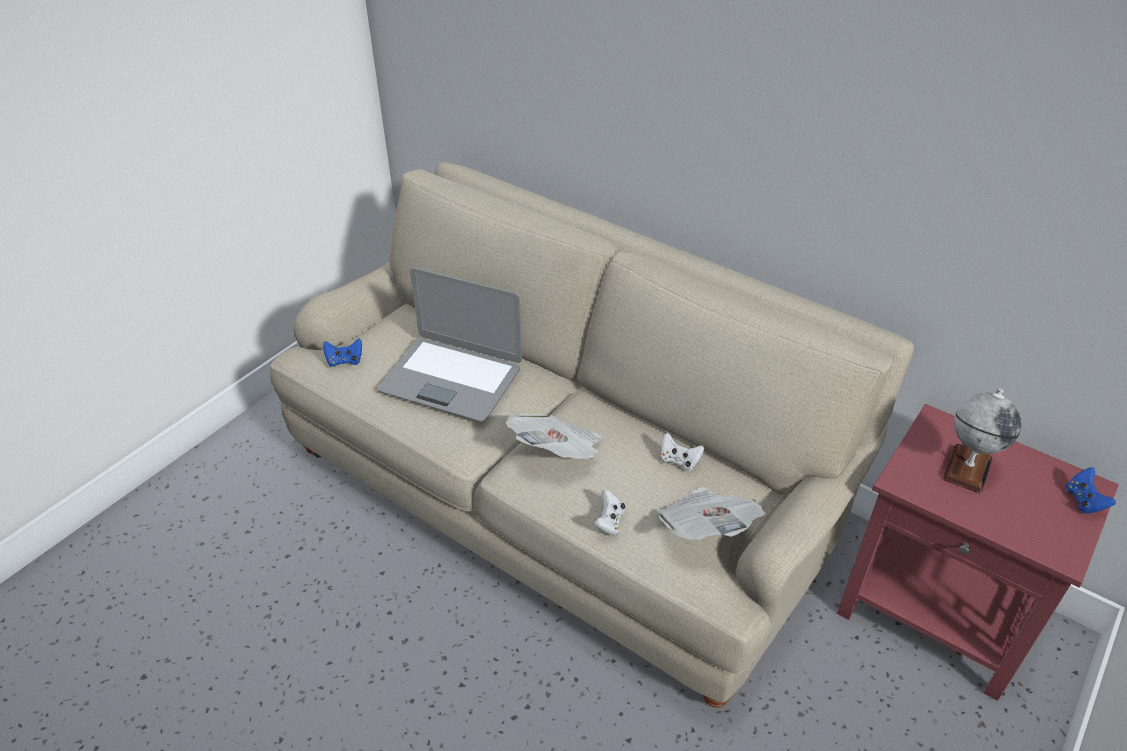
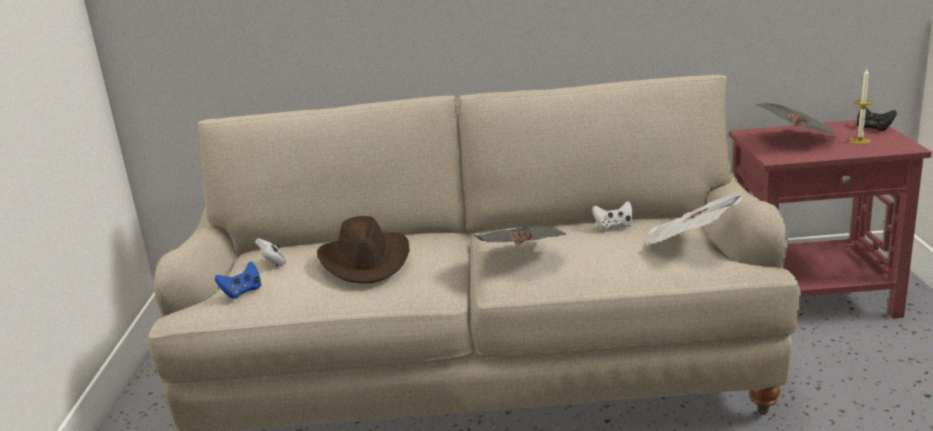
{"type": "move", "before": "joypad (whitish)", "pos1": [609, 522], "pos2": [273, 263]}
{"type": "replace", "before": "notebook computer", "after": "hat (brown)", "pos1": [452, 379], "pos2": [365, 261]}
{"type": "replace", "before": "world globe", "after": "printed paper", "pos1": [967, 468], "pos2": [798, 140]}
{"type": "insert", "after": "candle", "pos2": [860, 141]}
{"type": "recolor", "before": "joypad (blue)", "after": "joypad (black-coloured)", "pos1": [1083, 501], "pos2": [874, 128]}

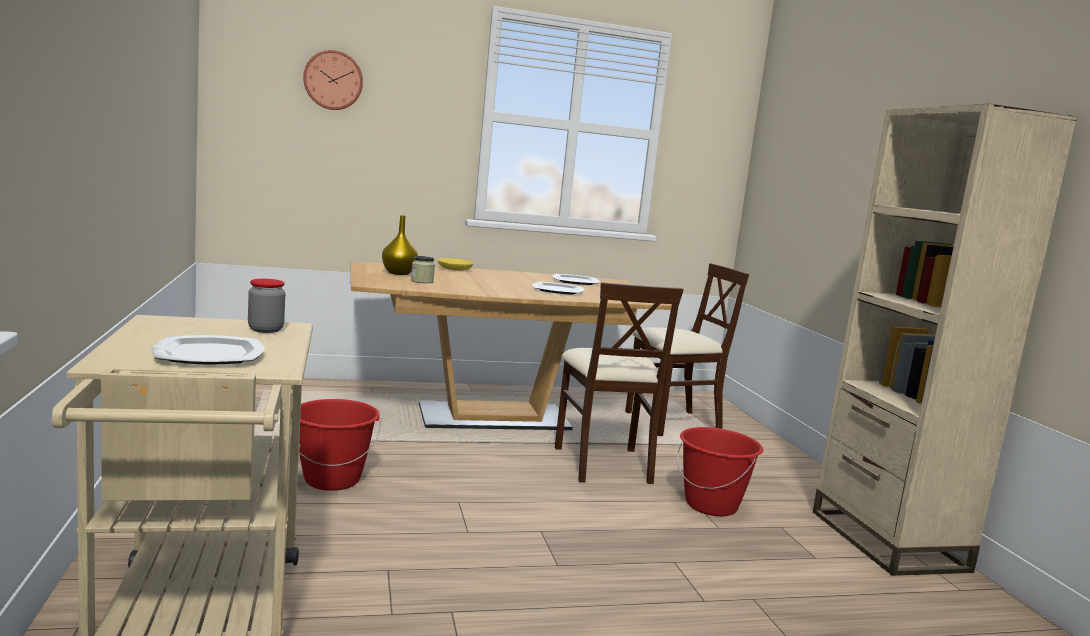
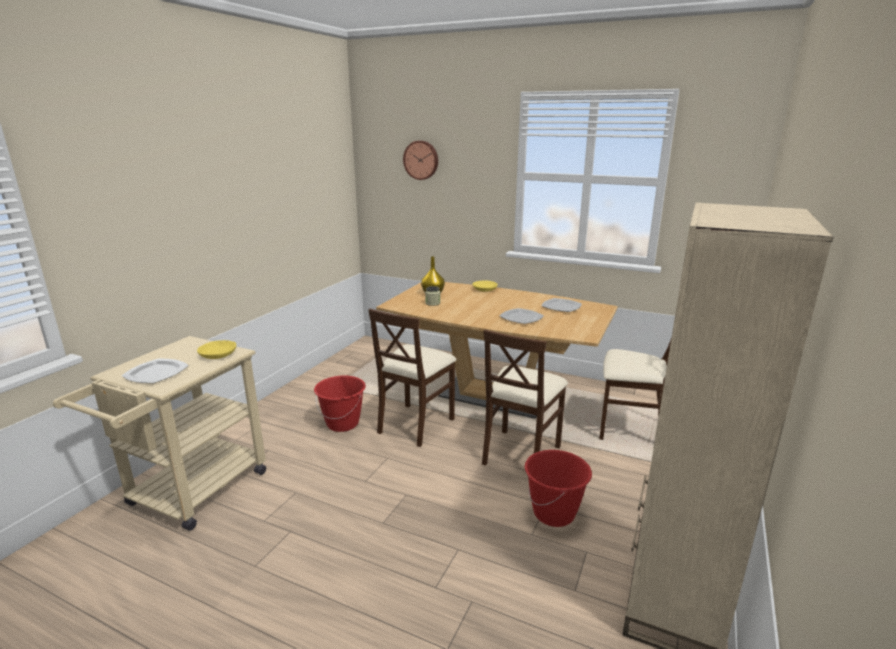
{"type": "replace", "before": "preserve jar", "after": "bowl (yellow-coloured)", "pos1": [265, 330], "pos2": [218, 354]}
{"type": "insert", "after": "chair (beige-coloured)", "pos2": [415, 424]}

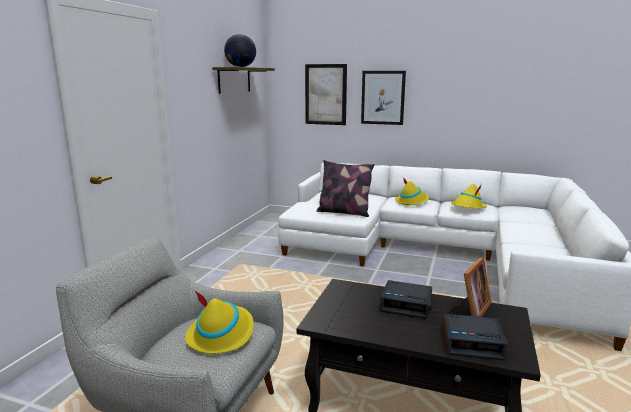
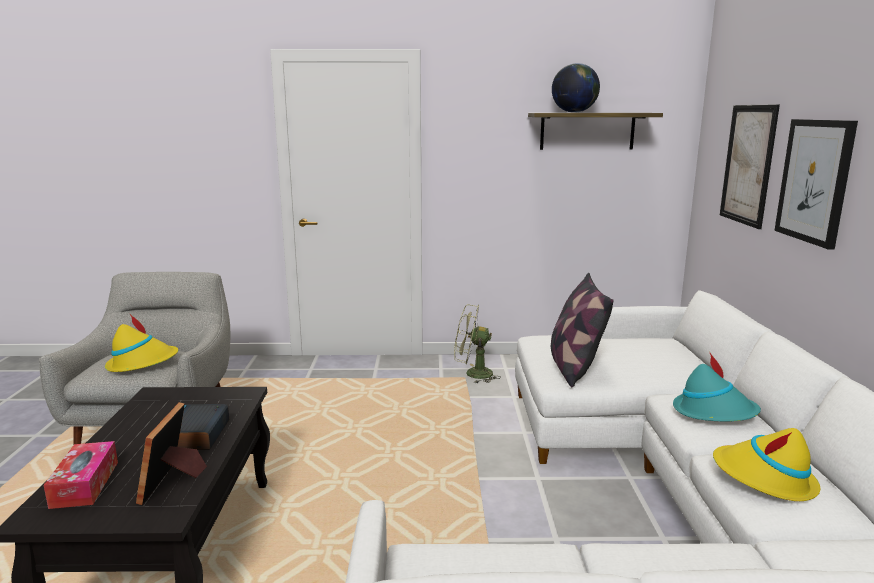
{"type": "replace", "before": "bedside clock", "after": "tissue holder", "pos1": [472, 342], "pos2": [85, 484]}
{"type": "rotate", "before": "photo frame", "pos1": [470, 310], "pos2": [173, 481], "turn": 75}
{"type": "insert", "after": "electric fan (greenish)", "pos2": [472, 374]}
{"type": "recolor", "before": "hat (yellow-coloured)", "after": "hat (turquoise-coloured)", "pos1": [412, 201], "pos2": [714, 412]}

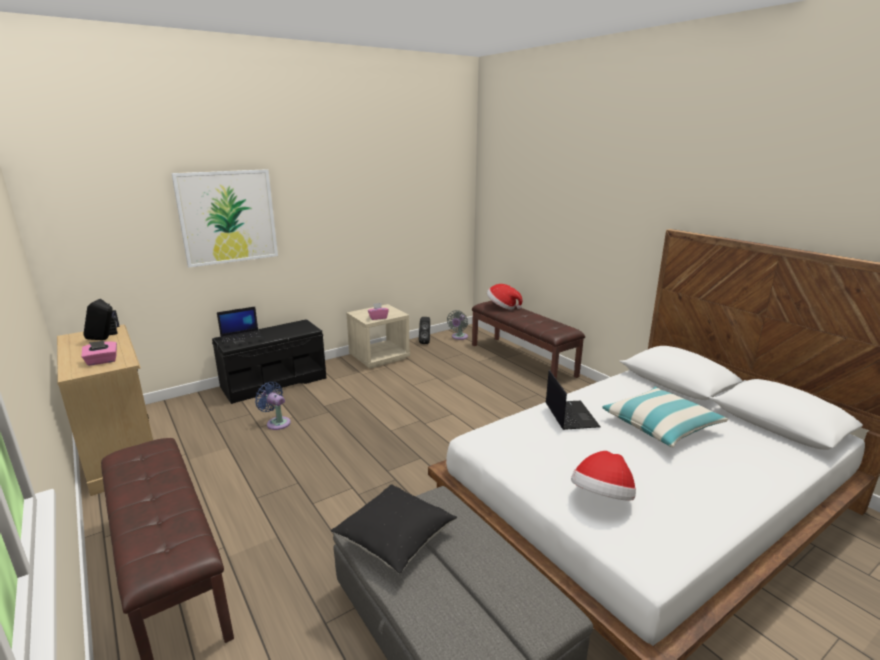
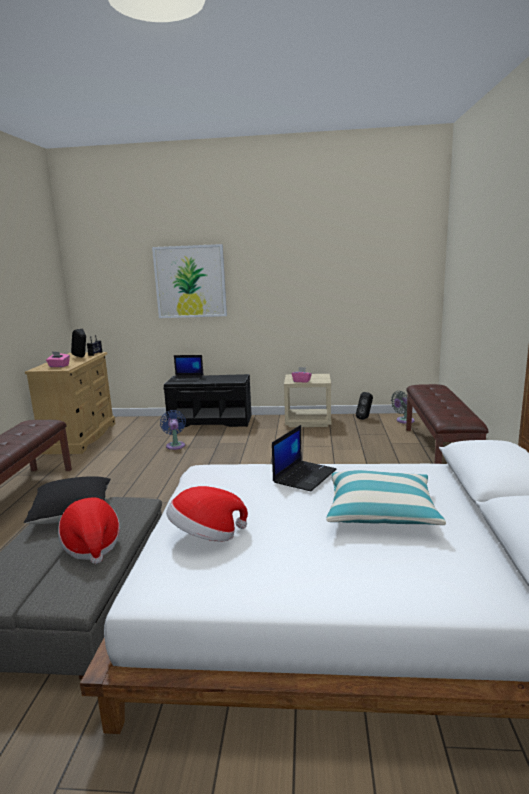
{"type": "move", "before": "hat", "pos1": [502, 307], "pos2": [92, 546]}

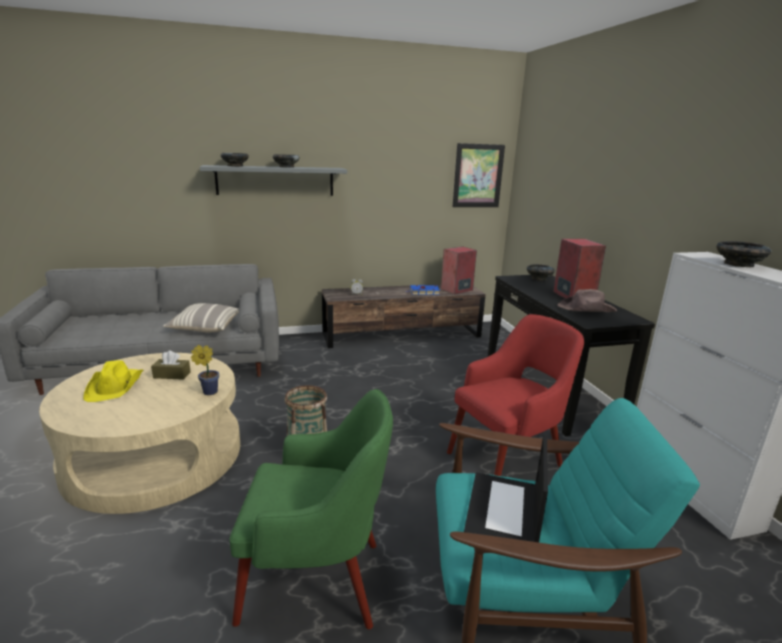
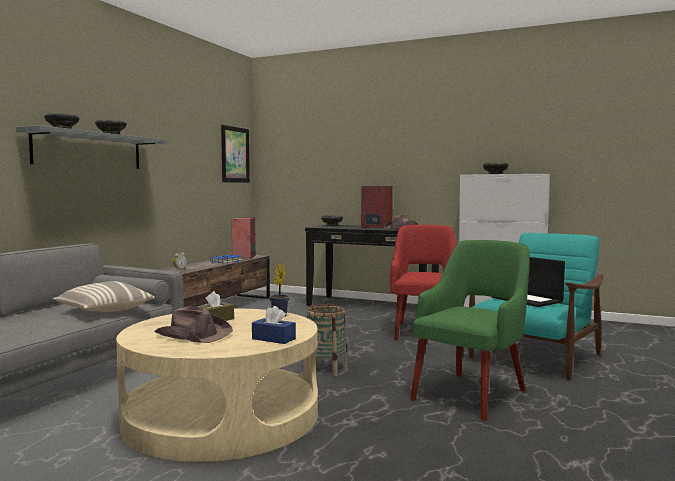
{"type": "recolor", "before": "hat (yellow-coloured)", "after": "hat (brown)", "pos1": [115, 386], "pos2": [193, 335]}
{"type": "insert", "after": "tissue holder (blue)", "pos2": [273, 339]}

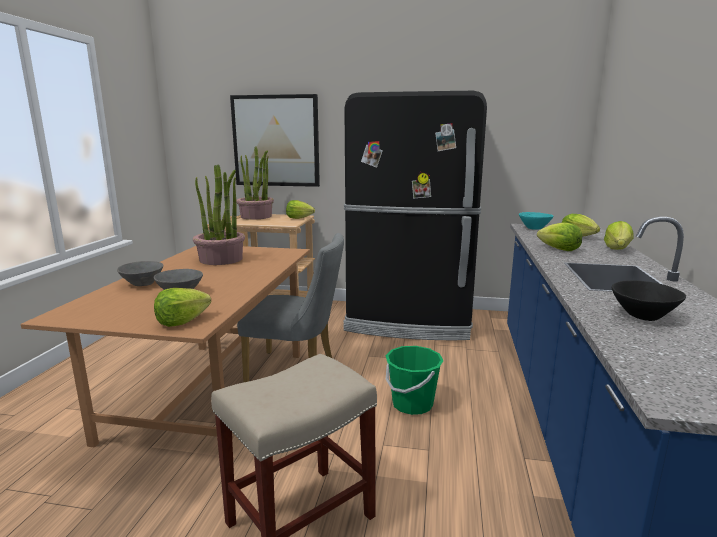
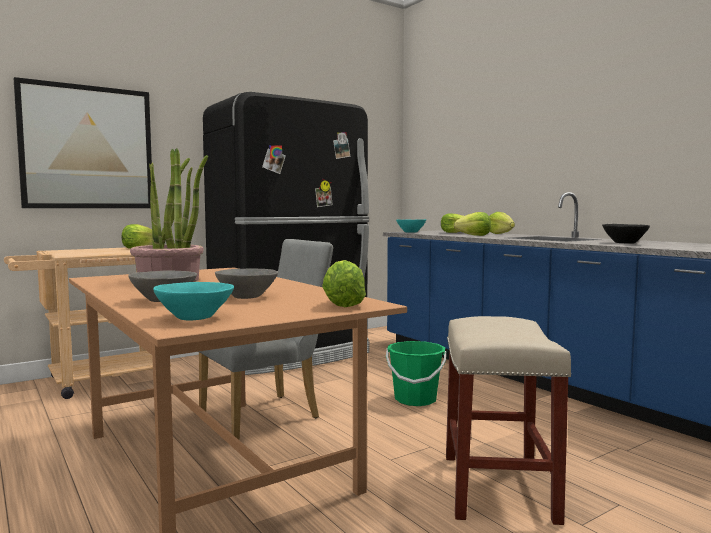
{"type": "insert", "after": "bowl (turquoise-coloured)", "pos2": [195, 318]}
{"type": "delete", "before": "houseplant", "pos1": [256, 216]}

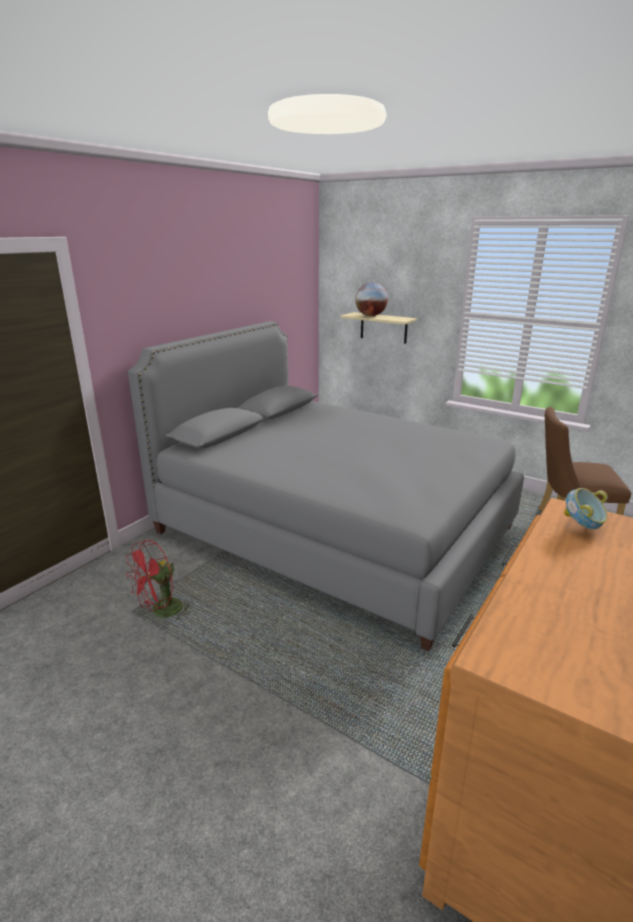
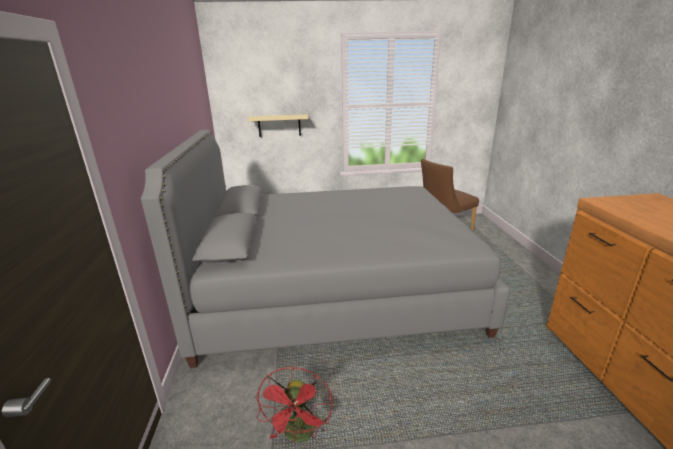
{"type": "delete", "before": "world globe", "pos1": [371, 316]}
{"type": "delete", "before": "bowl", "pos1": [582, 526]}

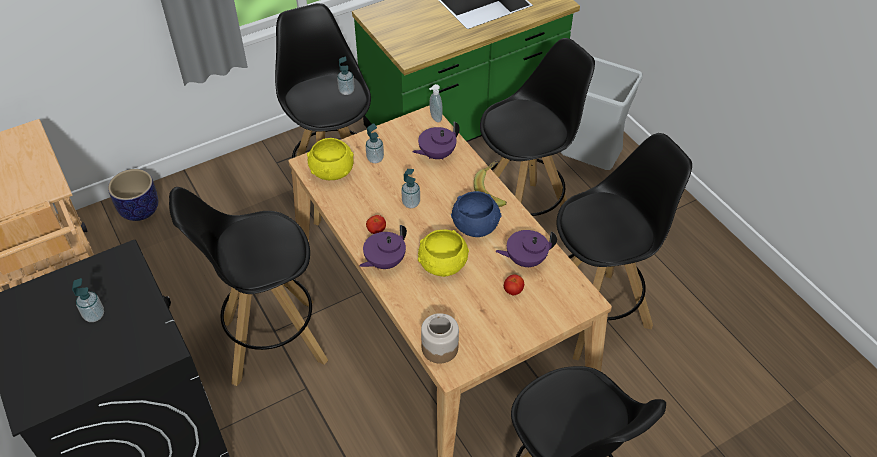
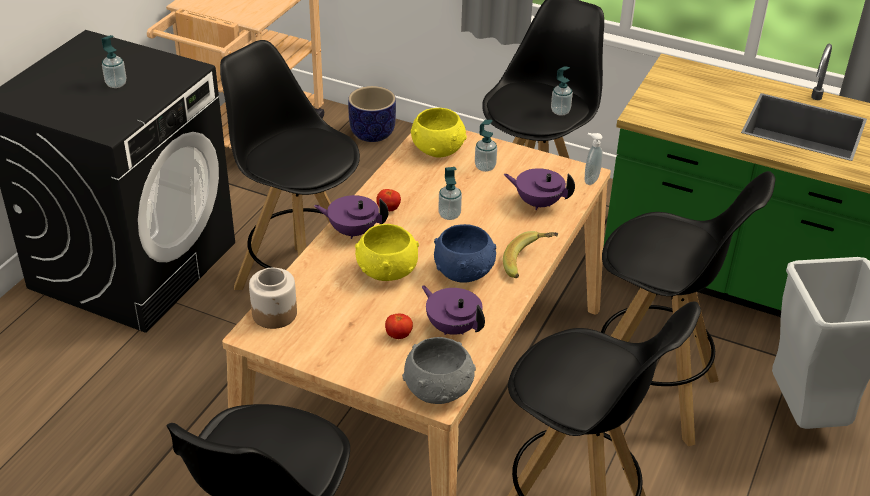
{"type": "insert", "after": "bowl (greyish)", "pos2": [439, 389]}

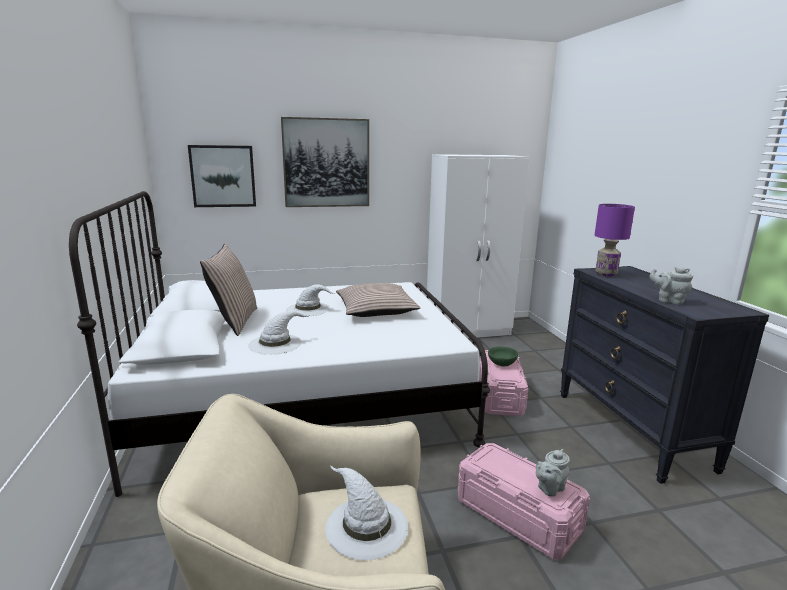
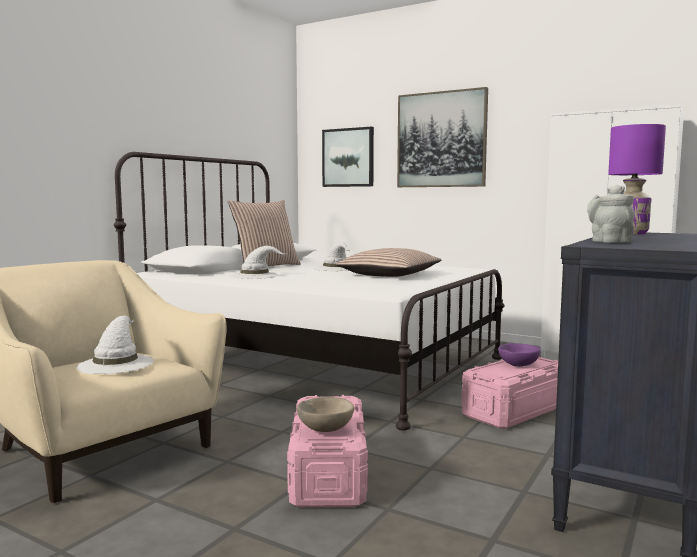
{"type": "replace", "before": "teapot (greyish)", "after": "bowl (beige-coloured)", "pos1": [549, 488], "pos2": [326, 429]}
{"type": "recolor", "before": "bowl (greenish)", "after": "bowl (purplish)", "pos1": [501, 364], "pos2": [518, 365]}

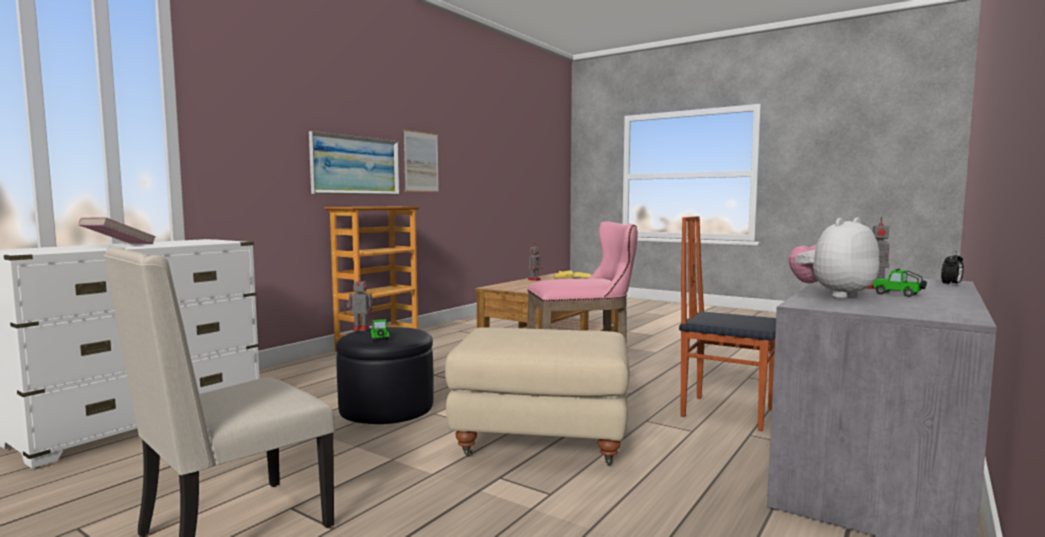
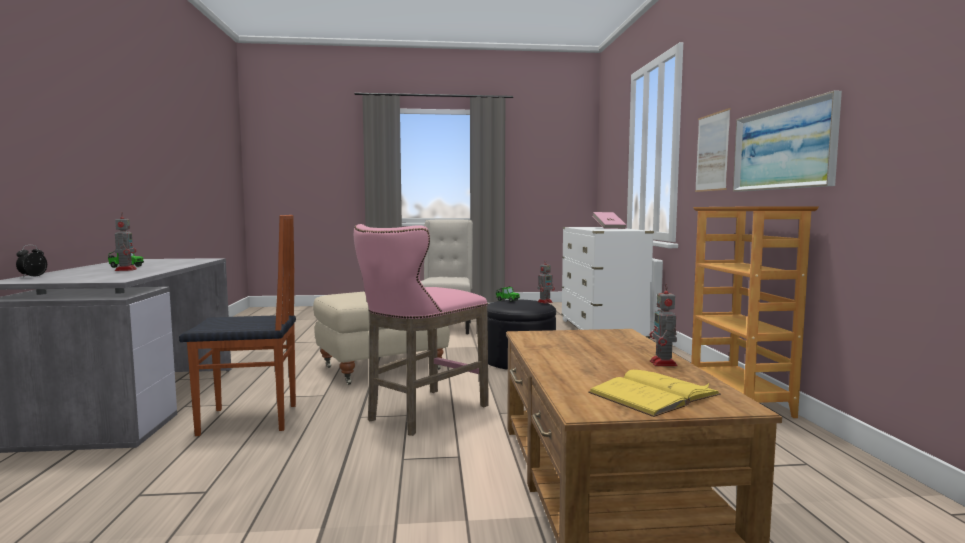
{"type": "move", "before": "picture", "pos1": [421, 162], "pos2": [712, 152]}
{"type": "delete", "before": "soft toy", "pos1": [832, 295]}

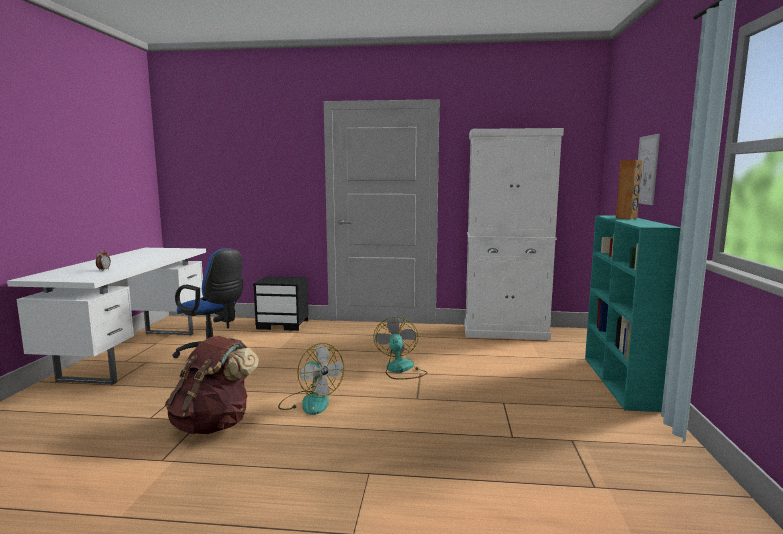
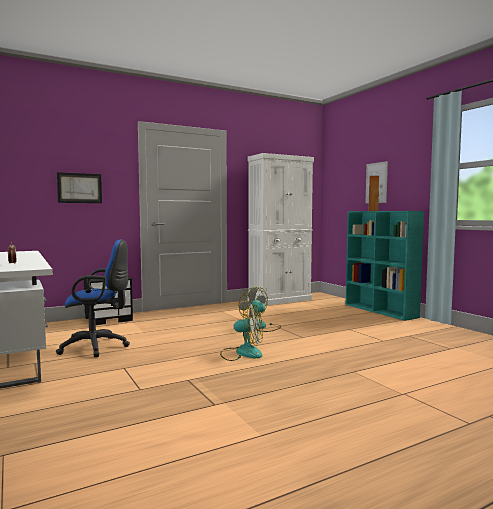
{"type": "insert", "after": "picture", "pos2": [79, 188]}
{"type": "delete", "before": "knapsack (brown)", "pos1": [214, 424]}

